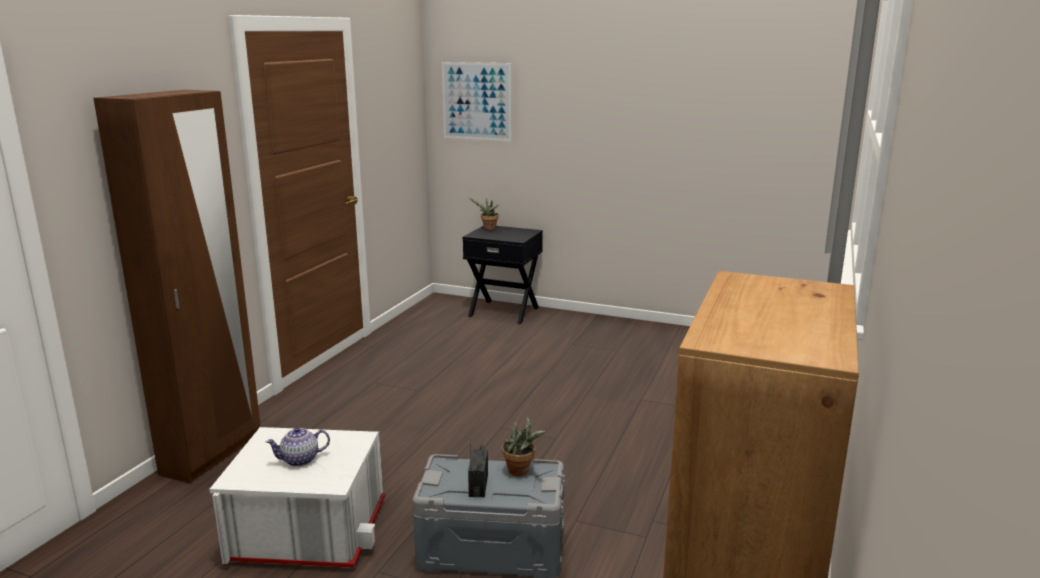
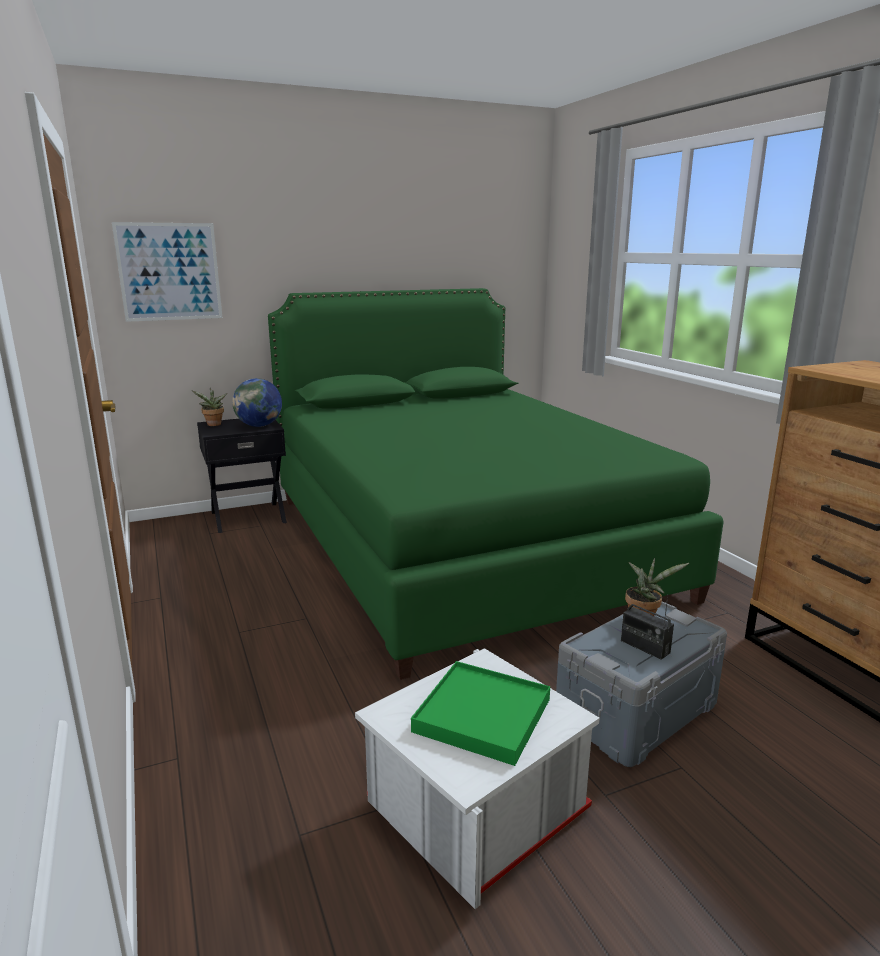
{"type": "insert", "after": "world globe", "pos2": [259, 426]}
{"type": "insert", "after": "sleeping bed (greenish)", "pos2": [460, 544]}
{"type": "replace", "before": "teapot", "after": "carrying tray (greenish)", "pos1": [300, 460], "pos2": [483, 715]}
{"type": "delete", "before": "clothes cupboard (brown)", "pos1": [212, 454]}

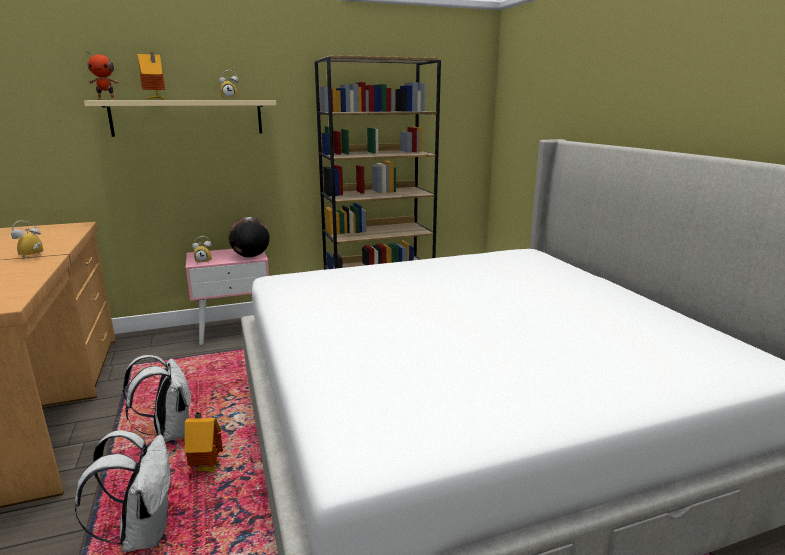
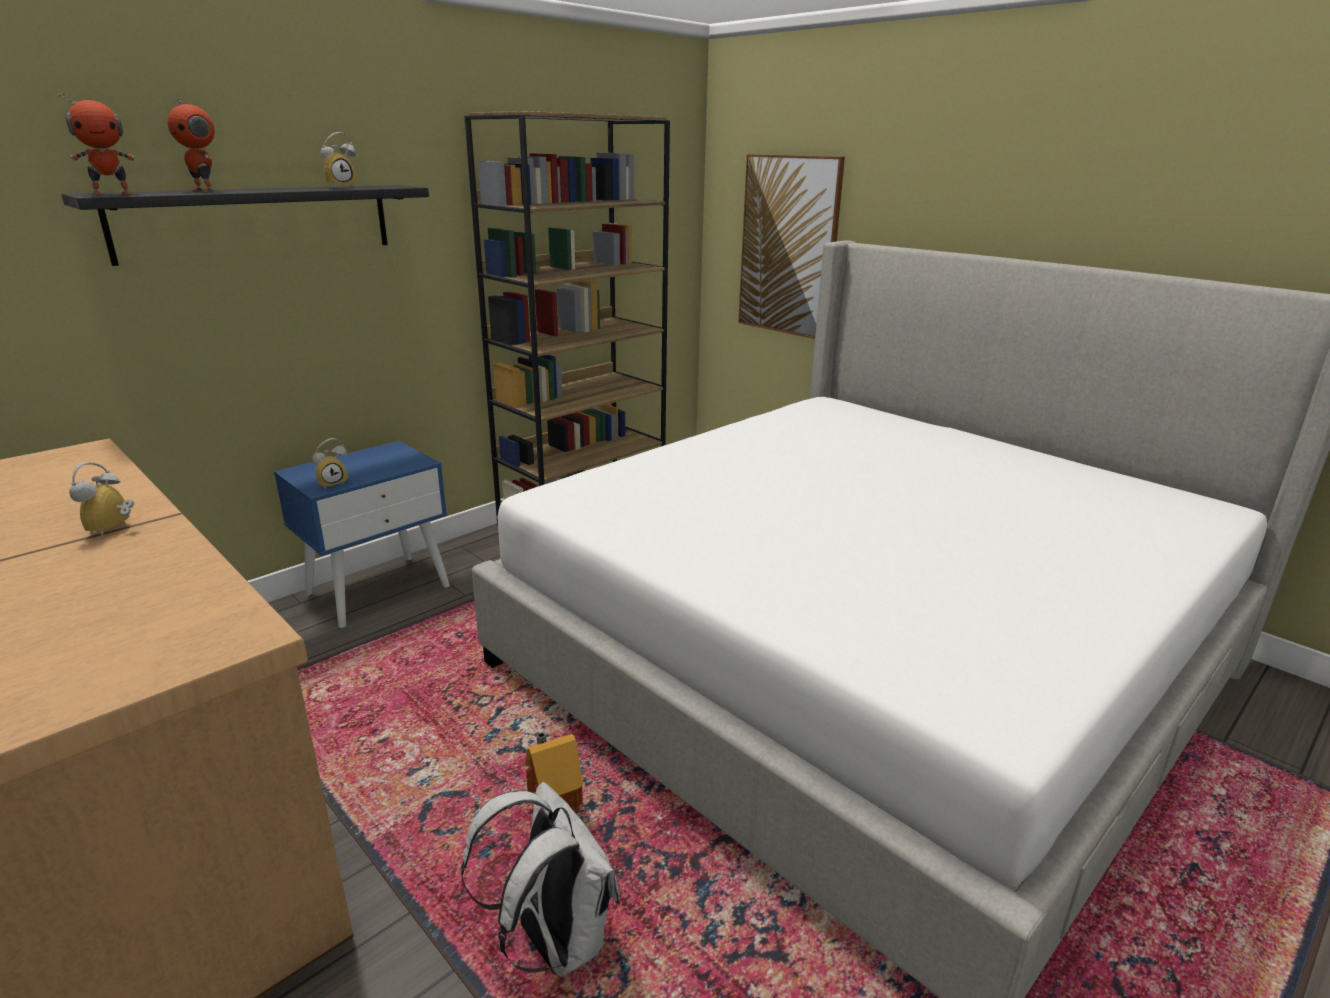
{"type": "recolor", "before": "shelf (beige-coloured)", "after": "shelf (black-coloured)", "pos1": [188, 117], "pos2": [257, 222]}
{"type": "replace", "before": "miniature house", "after": "toy robot", "pos1": [155, 99], "pos2": [205, 190]}
{"type": "recolor", "before": "night table (pink)", "after": "night table (blue)", "pos1": [235, 329], "pos2": [378, 589]}
{"type": "insert", "after": "picture", "pos2": [789, 246]}
{"type": "delete", "before": "knapsack (whitish)", "pos1": [169, 433]}
{"type": "delete", "before": "world globe", "pos1": [250, 256]}

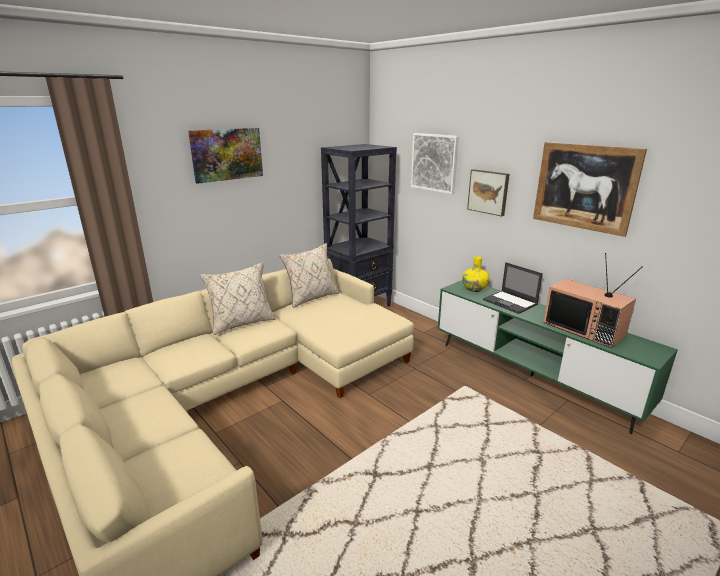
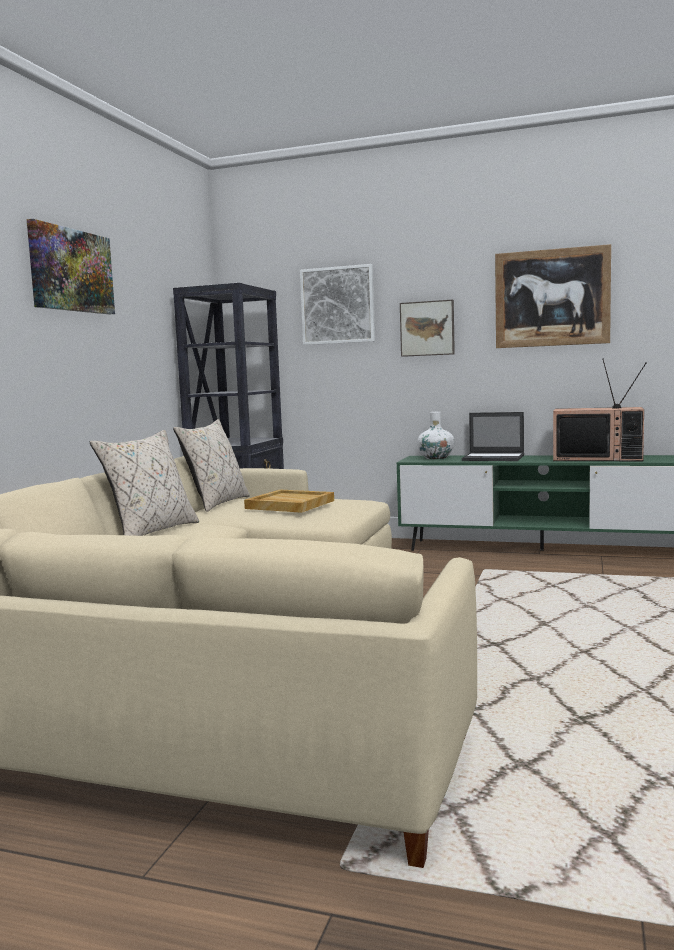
{"type": "insert", "after": "carrying tray (beige-coloured)", "pos2": [289, 505]}
{"type": "recolor", "before": "flower vase (yellow-coloured)", "after": "flower vase (whitish)", "pos1": [474, 289], "pos2": [436, 458]}

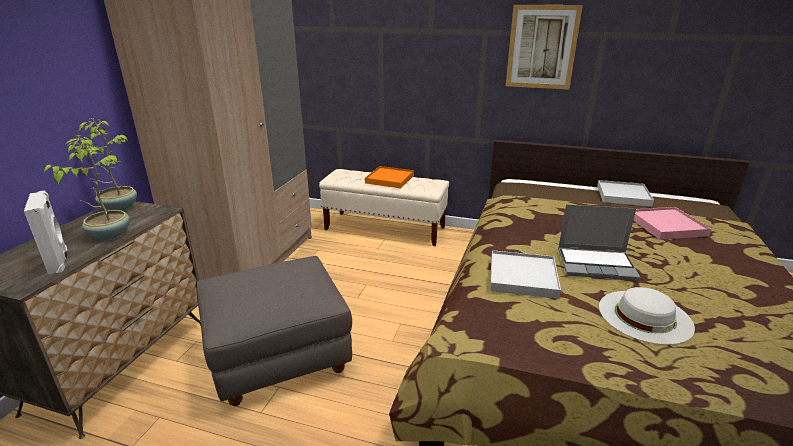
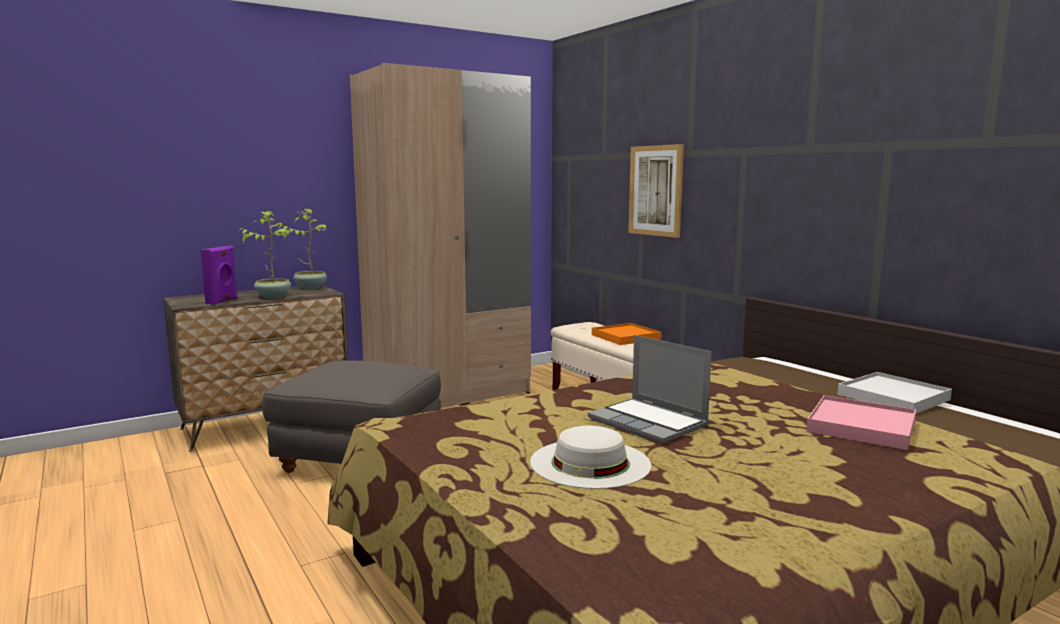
{"type": "recolor", "before": "audio speaker (whitish)", "after": "audio speaker (purplish)", "pos1": [59, 261], "pos2": [222, 301]}
{"type": "move", "before": "picture", "pos1": [542, 47], "pos2": [655, 190]}
{"type": "delete", "before": "carrying tray (whitish)", "pos1": [522, 277]}

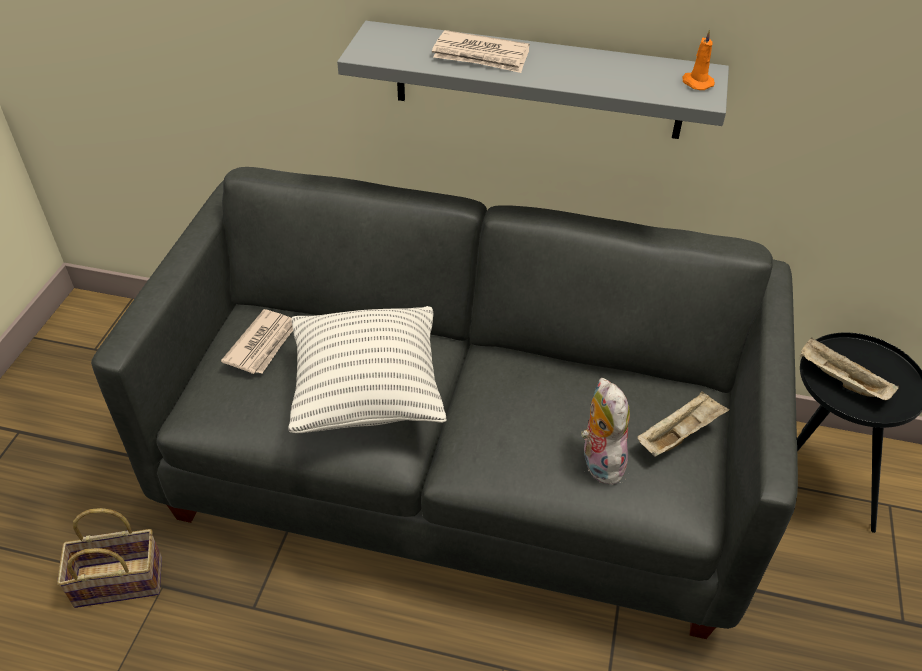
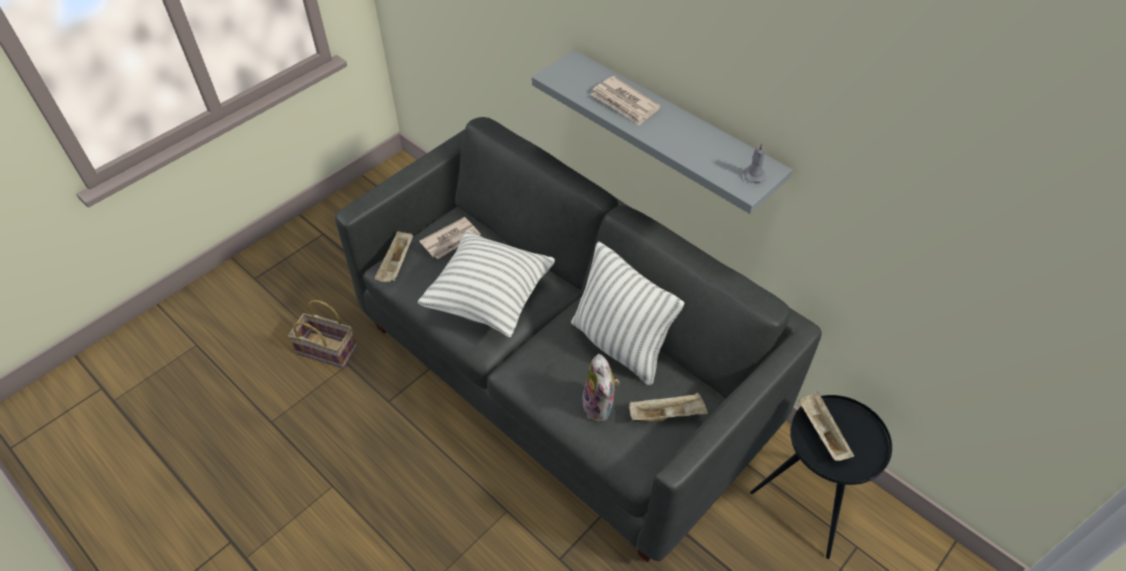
{"type": "insert", "after": "carrying tray (beige-coloured)", "pos2": [396, 265]}
{"type": "insert", "after": "throw pillow", "pos2": [620, 345]}
{"type": "rotate", "before": "soft toy", "pos1": [598, 461], "pos2": [600, 406], "turn": 150}
{"type": "recolor", "before": "candle (orange-coloured)", "after": "candle (greyish)", "pos1": [696, 82], "pos2": [753, 175]}

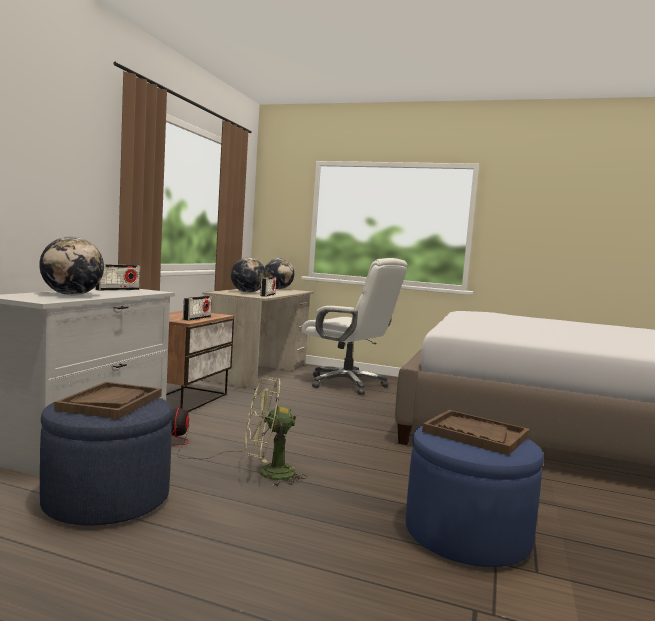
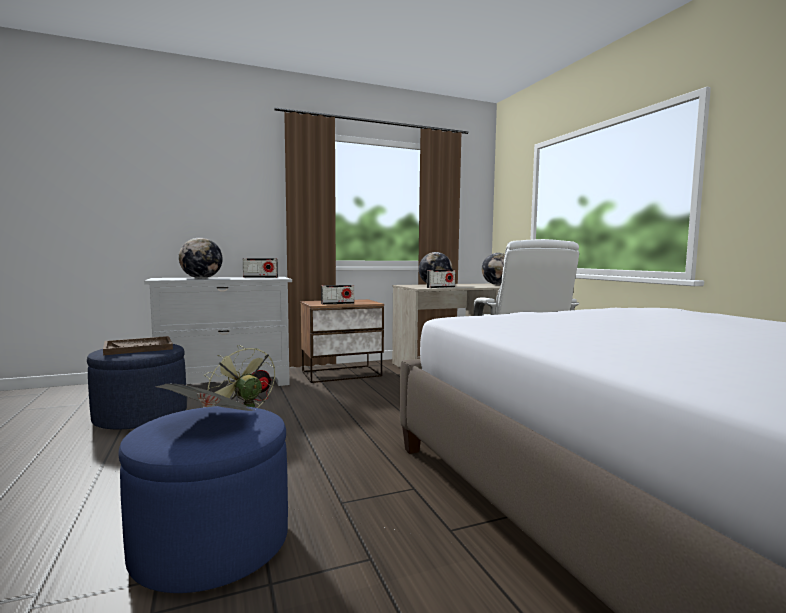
{"type": "replace", "before": "carrying tray (brown)", "after": "printed paper", "pos1": [475, 434], "pos2": [212, 423]}

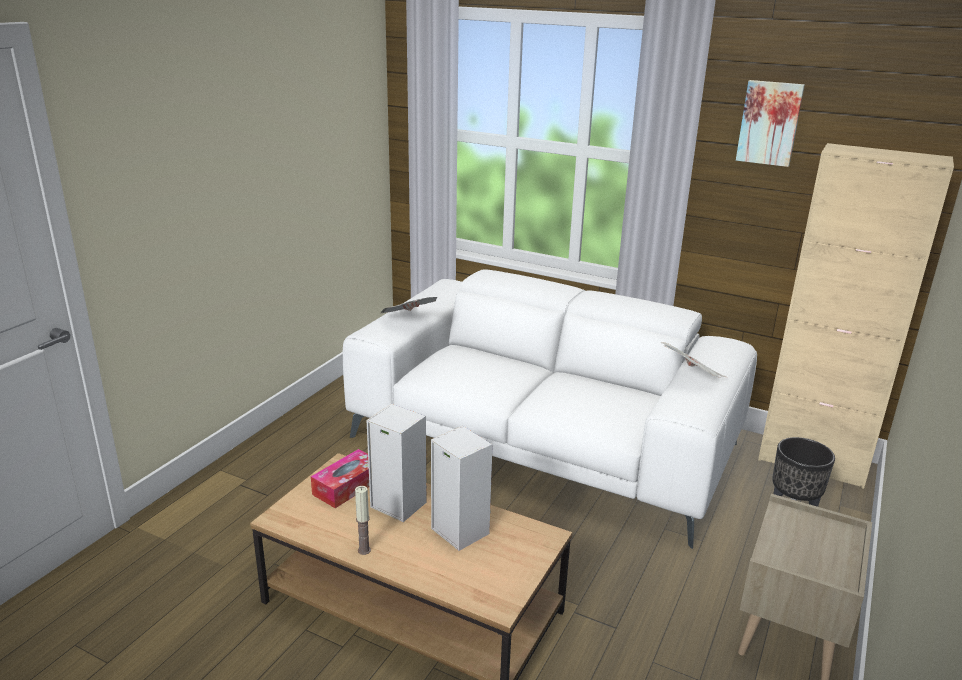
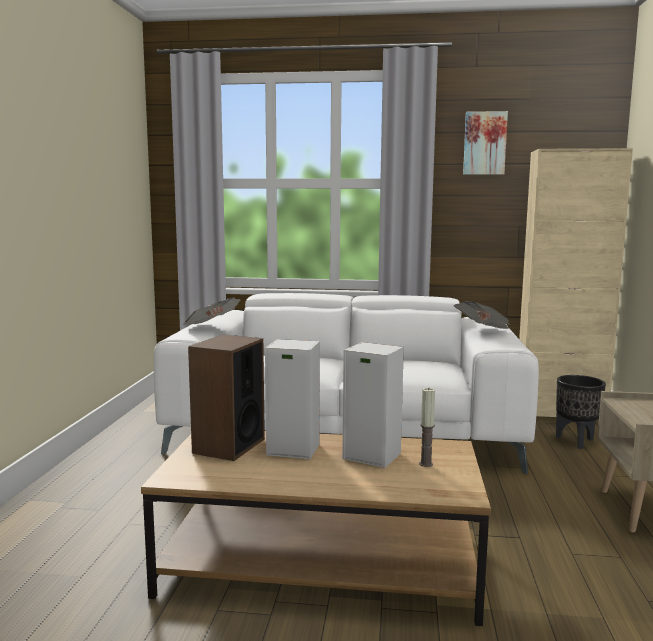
{"type": "replace", "before": "tissue holder", "after": "audio speaker", "pos1": [347, 486], "pos2": [228, 446]}
{"type": "move", "before": "candle", "pos1": [364, 550], "pos2": [426, 464]}

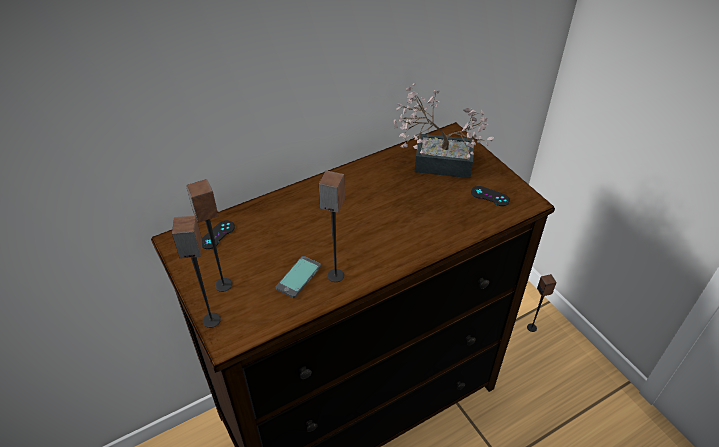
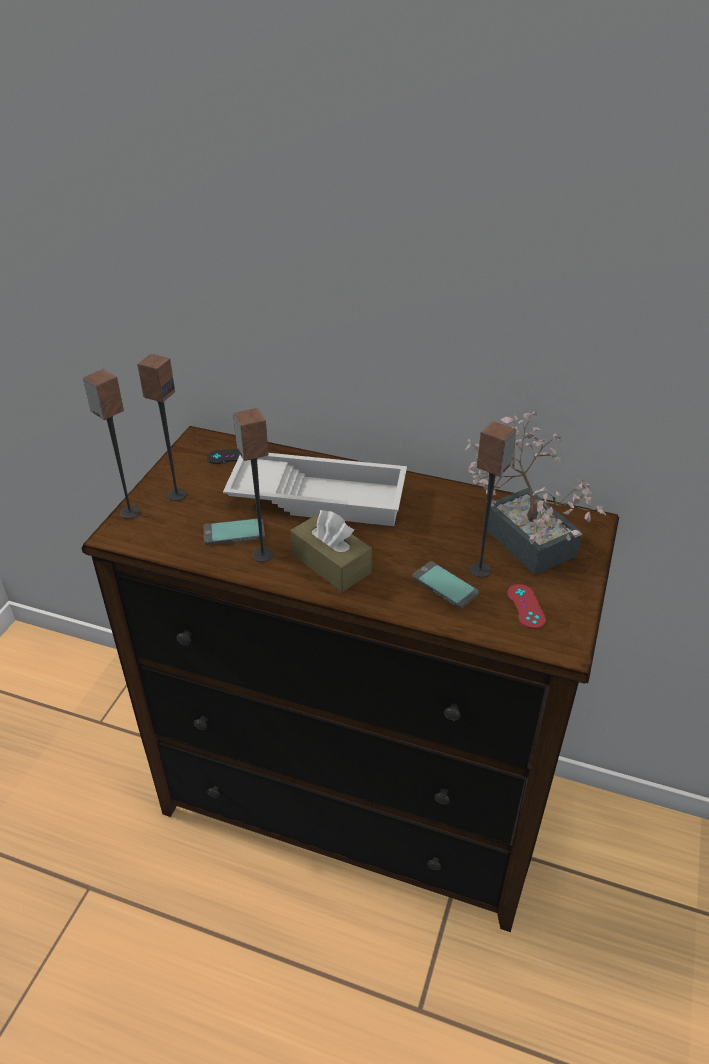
{"type": "insert", "after": "carrying tray (whitish)", "pos2": [319, 496]}
{"type": "insert", "after": "tissue holder (brown)", "pos2": [331, 563]}
{"type": "insert", "after": "telephone", "pos2": [444, 586]}
{"type": "move", "before": "audio speaker", "pos1": [532, 327], "pos2": [480, 570]}
{"type": "recolor", "before": "joypad (black-coloured)", "after": "joypad (red-coloured)", "pos1": [490, 196], "pos2": [526, 606]}

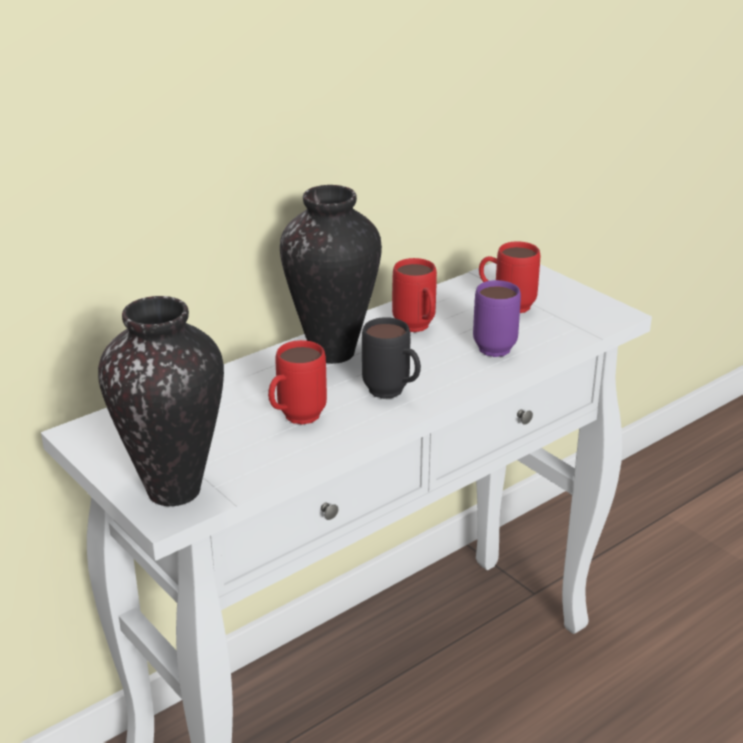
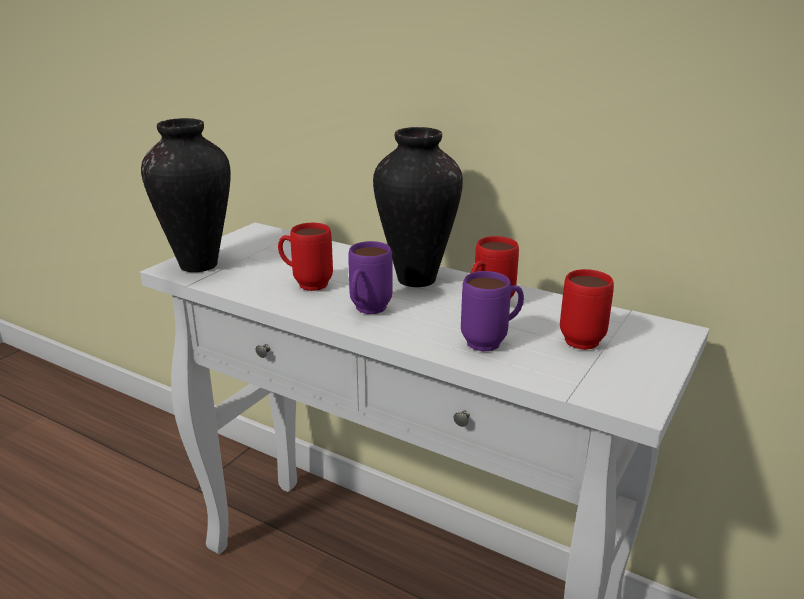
{"type": "recolor", "before": "mug (black-coloured)", "after": "mug (purplish)", "pos1": [393, 394], "pos2": [367, 311]}

